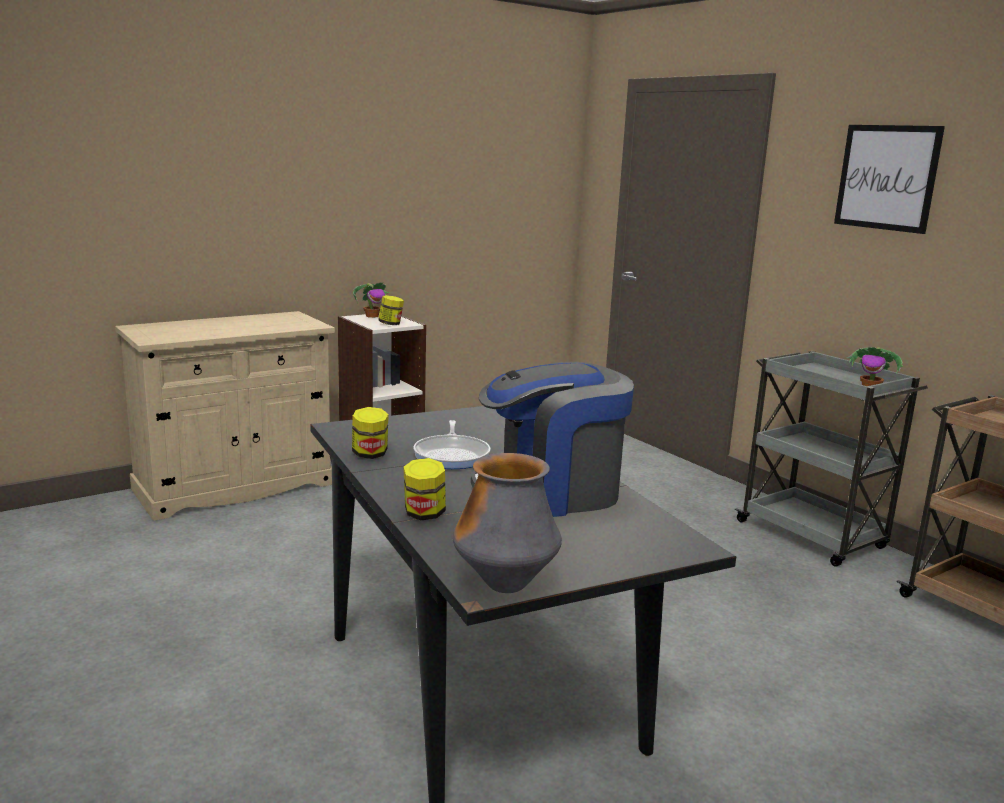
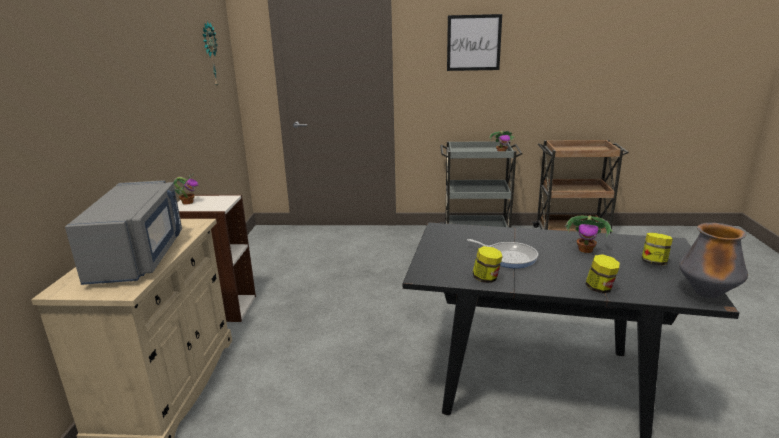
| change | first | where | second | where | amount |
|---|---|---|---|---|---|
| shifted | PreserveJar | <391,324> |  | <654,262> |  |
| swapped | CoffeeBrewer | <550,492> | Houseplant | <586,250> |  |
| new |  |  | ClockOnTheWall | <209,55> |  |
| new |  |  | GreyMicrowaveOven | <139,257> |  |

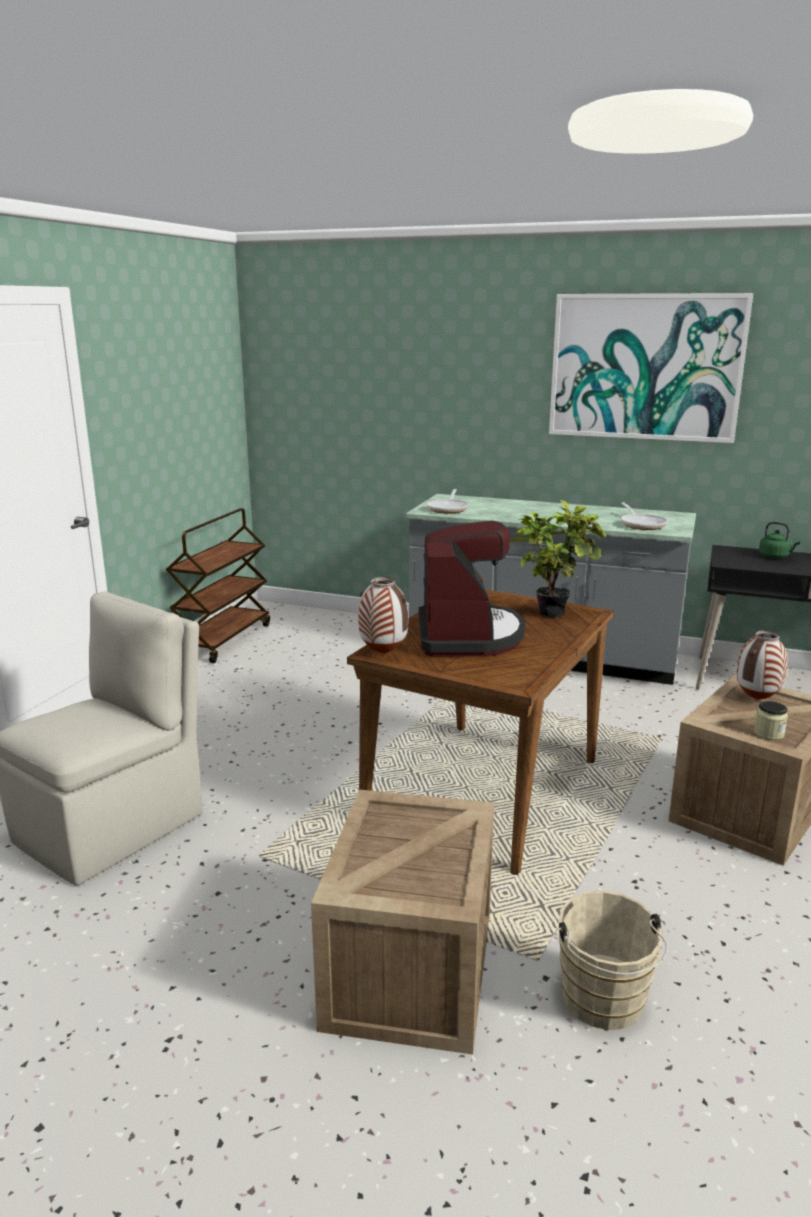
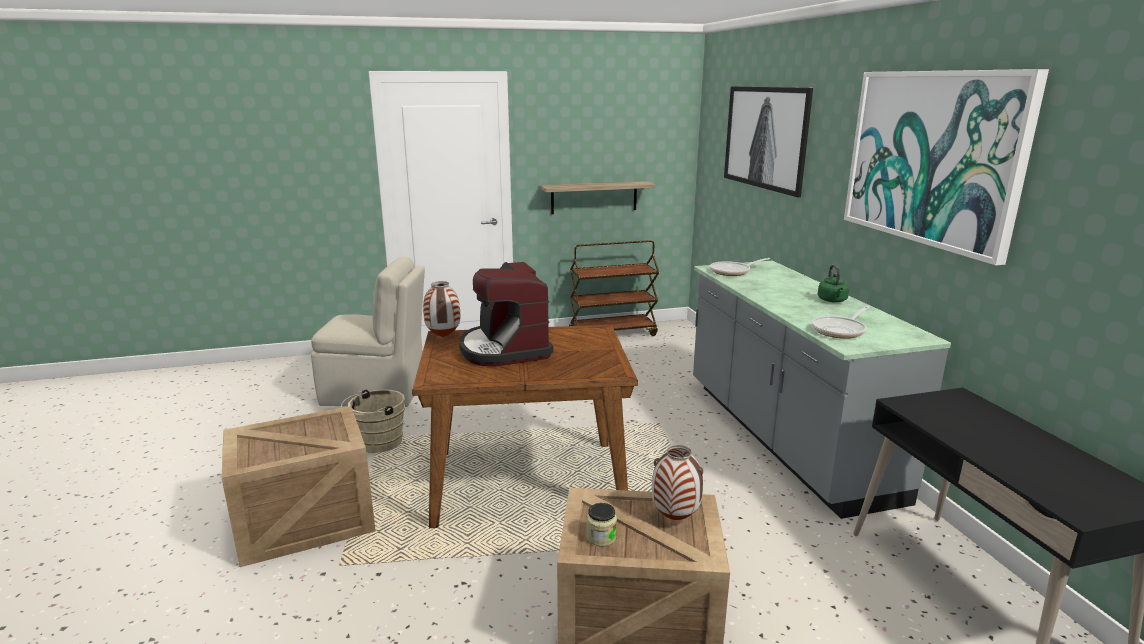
| change | first | where | second | where | amount |
|---|---|---|---|---|---|
| gone | Houseplant | <555,612> |  |  |  |
| rotated | CoffeeBrewer | <468,636> |  | <504,349> | 105 degrees clockwise |
| shifted | GreenishKettle | <775,557> |  | <832,301> |  |
| shifted | BeigeBucket | <604,1004> |  | <377,443> |  |
| new |  |  | Picture | <766,137> |  |
| new |  |  | Shelf | <594,197> |  |

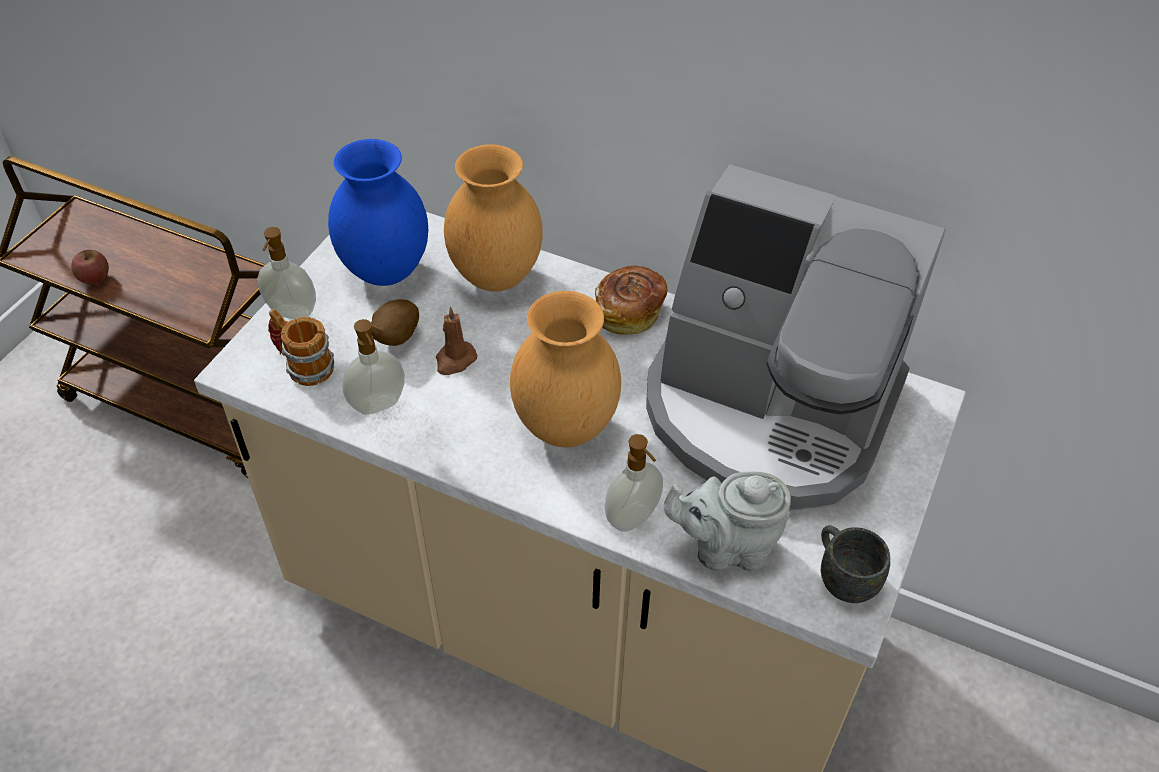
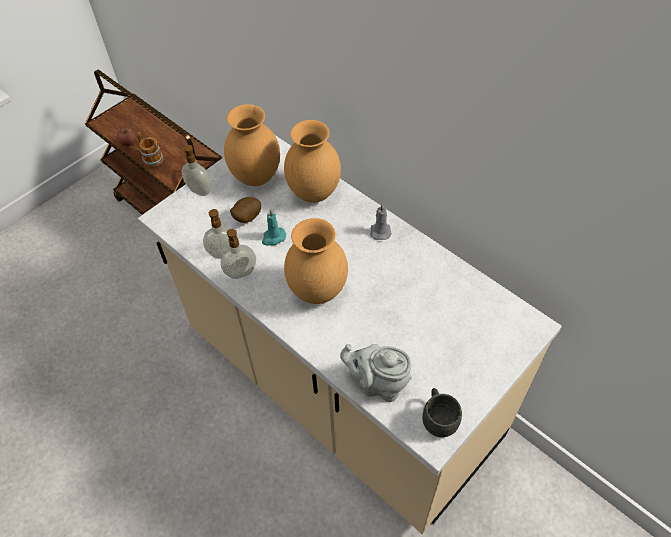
| change | first | where | second | where | amount |
|---|---|---|---|---|---|
| repainted | BlueColouredFlowerVase | <384,271> | BrownFlowerVase | <255,177> |  |
| gone | CoffeeBrewer | <768,410> |  |  |  |
| swapped | Bread | <629,312> | GreyWaxCandle | <380,231> |  |
| repainted | BrownWaxCandle | <454,360> | BlueGreenWaxCandle | <273,237> |  |
| shifted | TeaMug | <303,365> |  | <151,158> |  |
| shifted | SoapBottle | <633,518> |  | <241,273> |  |

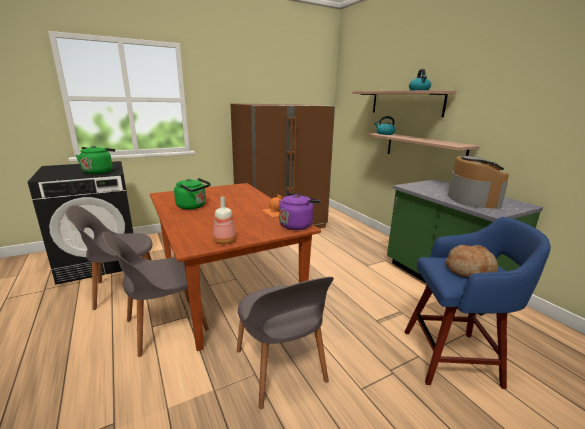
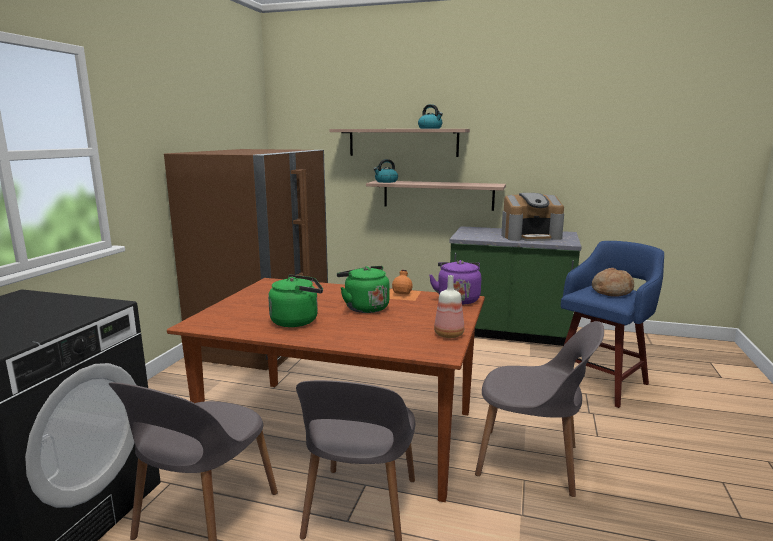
| change | first | where | second | where | amount |
|---|---|---|---|---|---|
| shifted | GreenishKettle | <99,172> |  | <364,307> |  |
| rotated | CoffeeBrewer | <471,199> |  | <530,236> | 120 degrees clockwise |

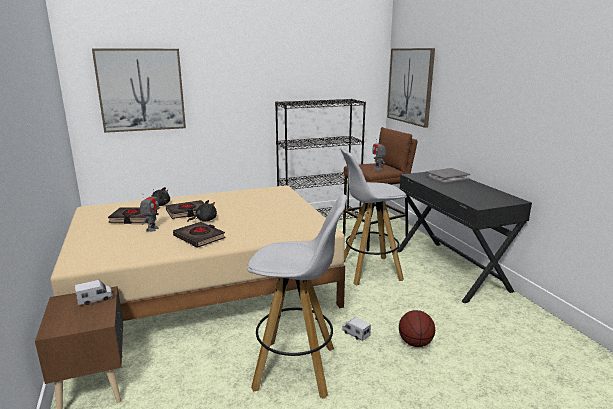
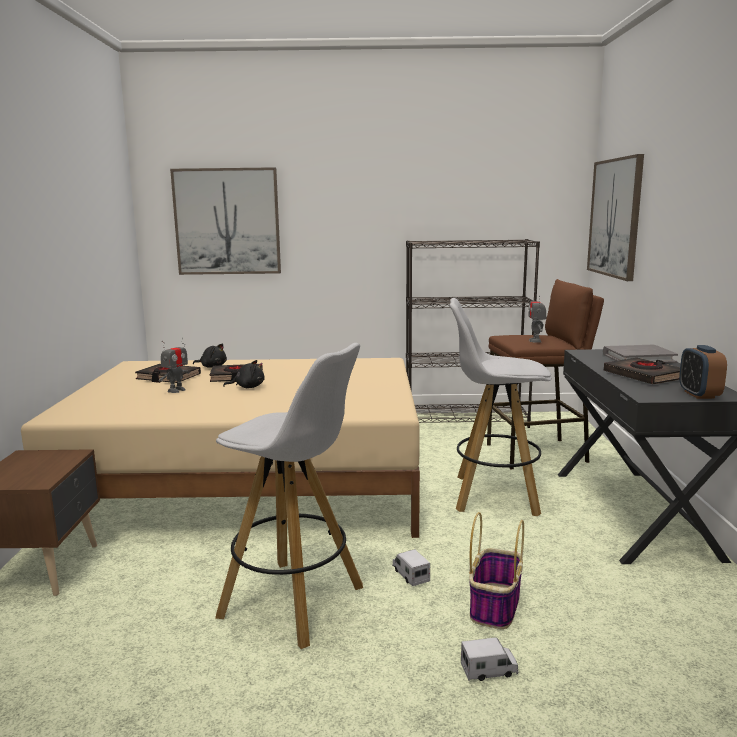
| change | first | where | second | where | amount |
|---|---|---|---|---|---|
| shifted | BlackBook | <199,237> |  | <644,376> |  |
| shifted | ToyTruck | <95,299> |  | <489,670> |  |
| swapped | BallForBasketball | <415,343> | StorageBasket | <495,605> |  |
| new |  |  | AlarmClock | <699,394> |  |

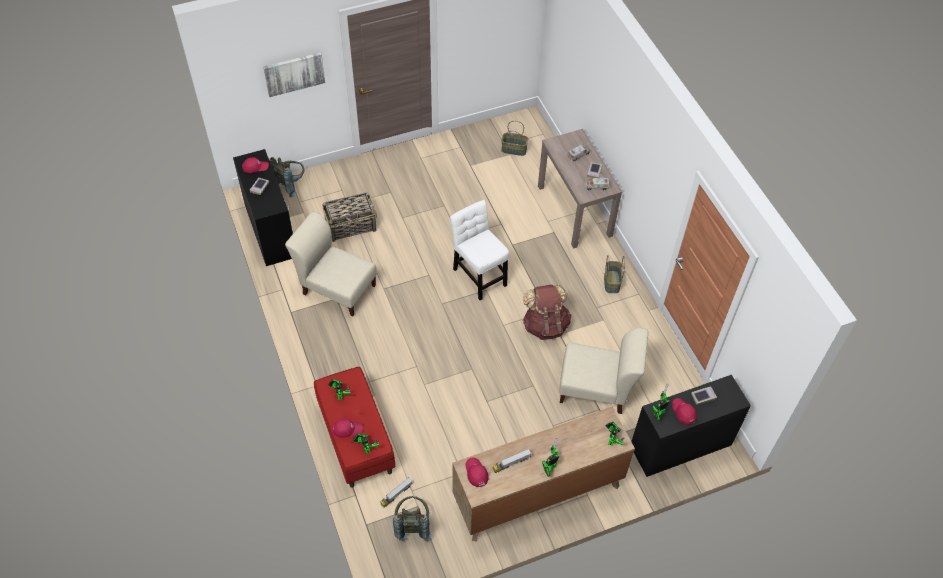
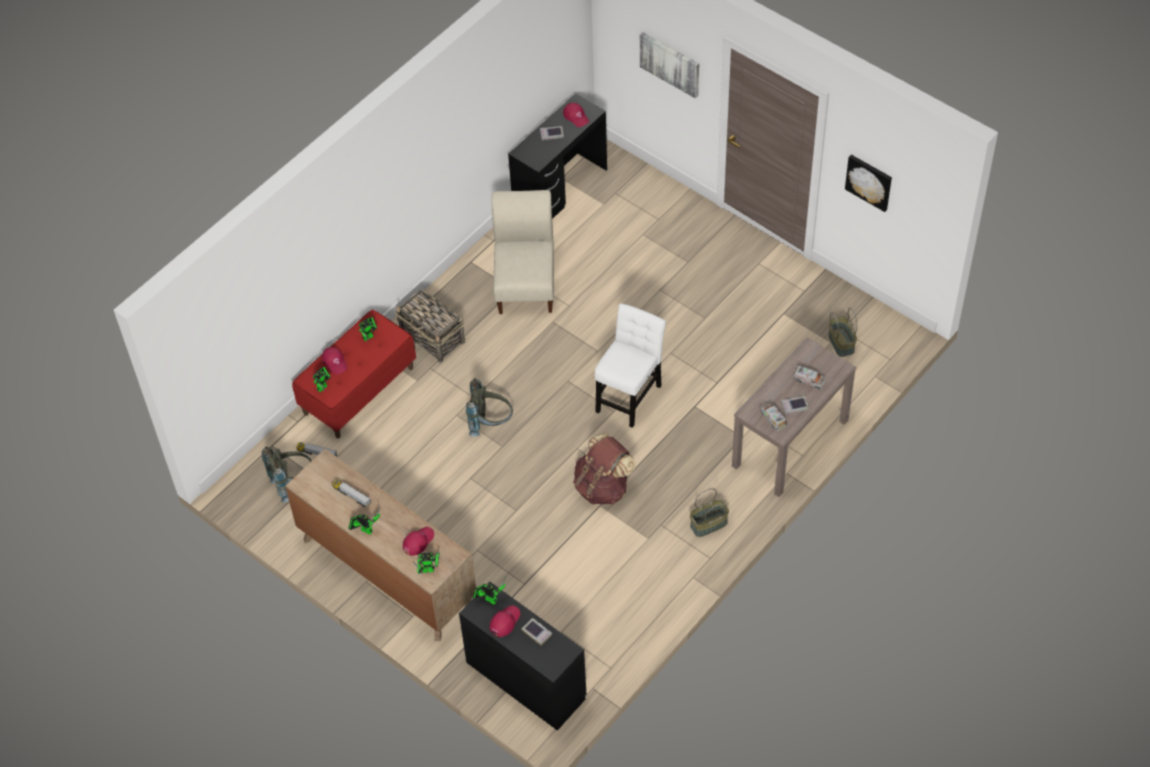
| change | first | where | second | where | amount |
|---|---|---|---|---|---|
| shifted | GreyBackpack | <290,184> |  | <490,423> |  |
| shifted | StorageBasket | <351,226> |  | <432,337> |  |
| gone | BeigeChair | <596,389> |  |  |  |
| shifted | ReddishPeakedCap | <476,473> |  | <418,541> |  |
| new |  |  | Picture | <869,181> |  |

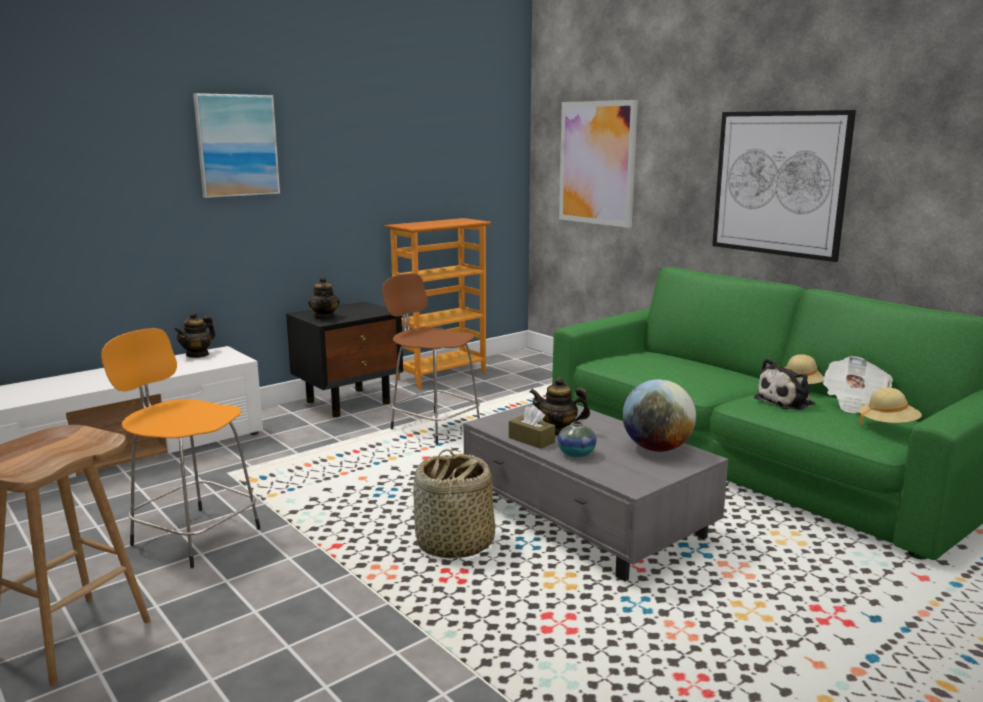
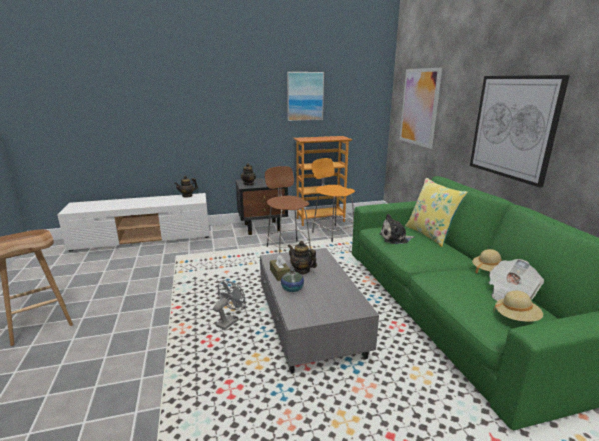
| change | first | where | second | where | amount |
|---|---|---|---|---|---|
| shifted | Picture | <237,145> |  | <305,96> |  |
| shifted | OrangeColouredSittingStool | <193,535> |  | <332,233> |  |
| shifted | CuddlyToy | <787,402> |  | <395,238> |  |
| gone | Globe | <657,448> |  |  |  |
| swapped | StorageBasket | <454,544> | GreyFan | <230,321> |  |
| new |  |  | YellowThrowPillow | <430,234> |  |

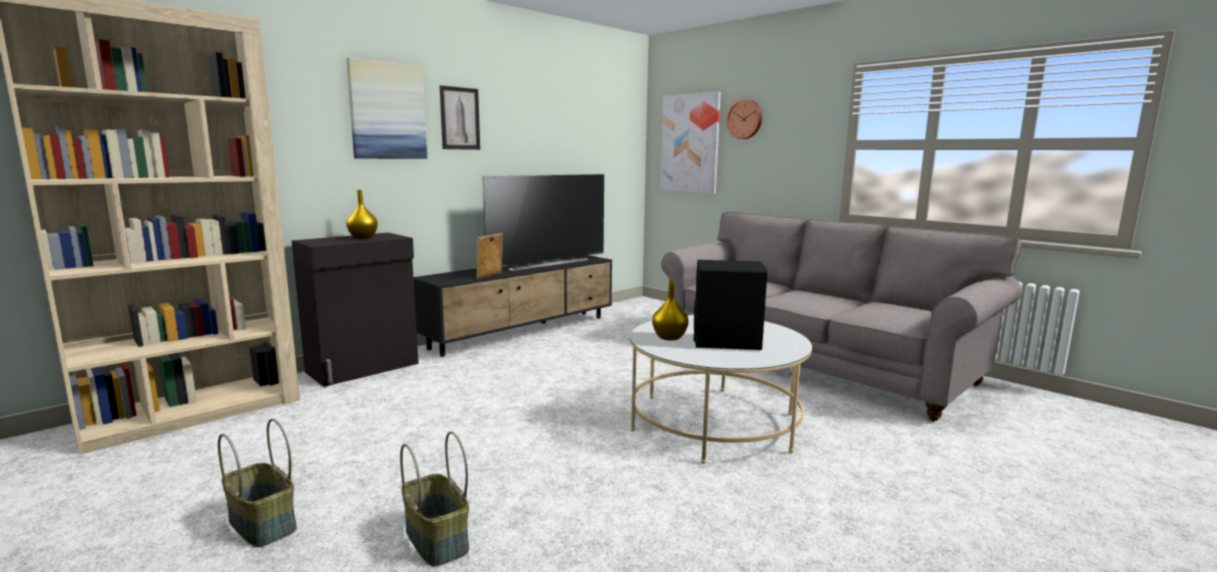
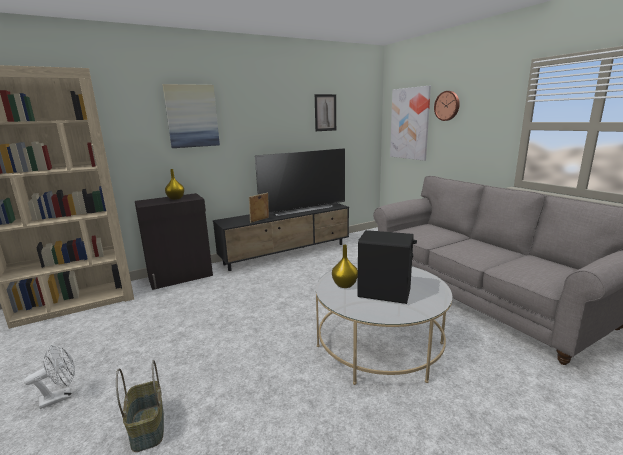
| change | first | where | second | where | amount |
|---|---|---|---|---|---|
| shifted | Picture | <460,118> |  | <325,112> |  |
| swapped | StorageBasket | <261,524> | WhiteColouredFan | <61,396> |  |

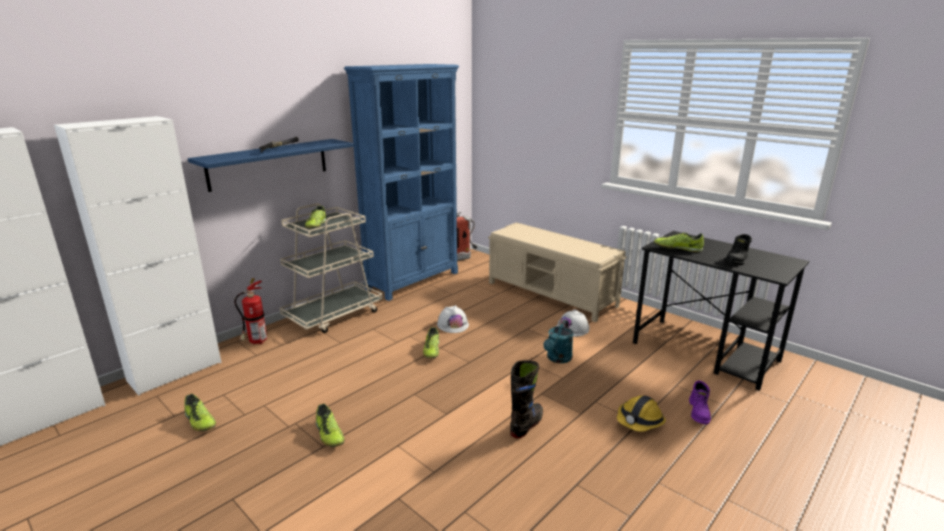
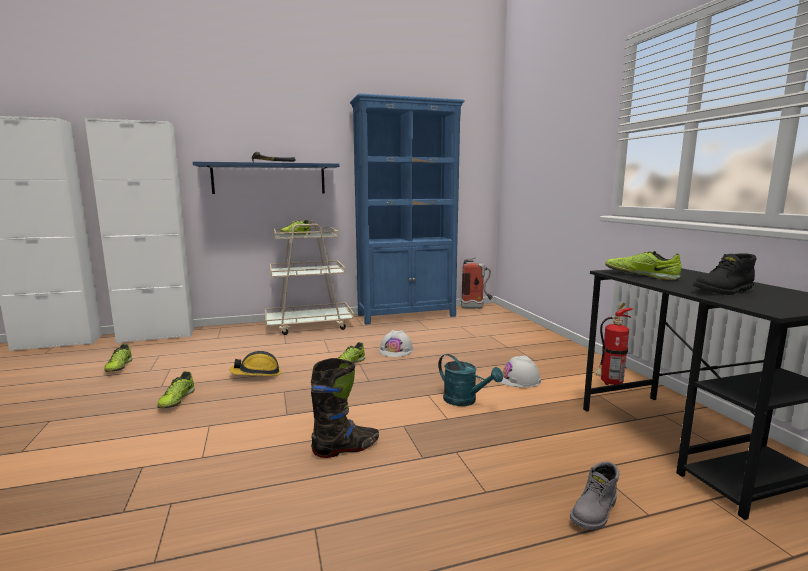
| change | first | where | second | where | amount |
|---|---|---|---|---|---|
| gone | BeigeBench | <552,294> |  |  |  |
| shifted | Extinguisher | <256,343> |  | <609,384> |  |
| rotated | BlueGreenWateringPot | <557,359> |  | <465,401> | 105 degrees counterclockwise |
| repainted | PurpleColouredHighTopBoot | <699,412> | GreyHighTopBoot | <595,512> |  |
| shifted | SafetyHelmet | <639,421> |  | <257,374> |  |

